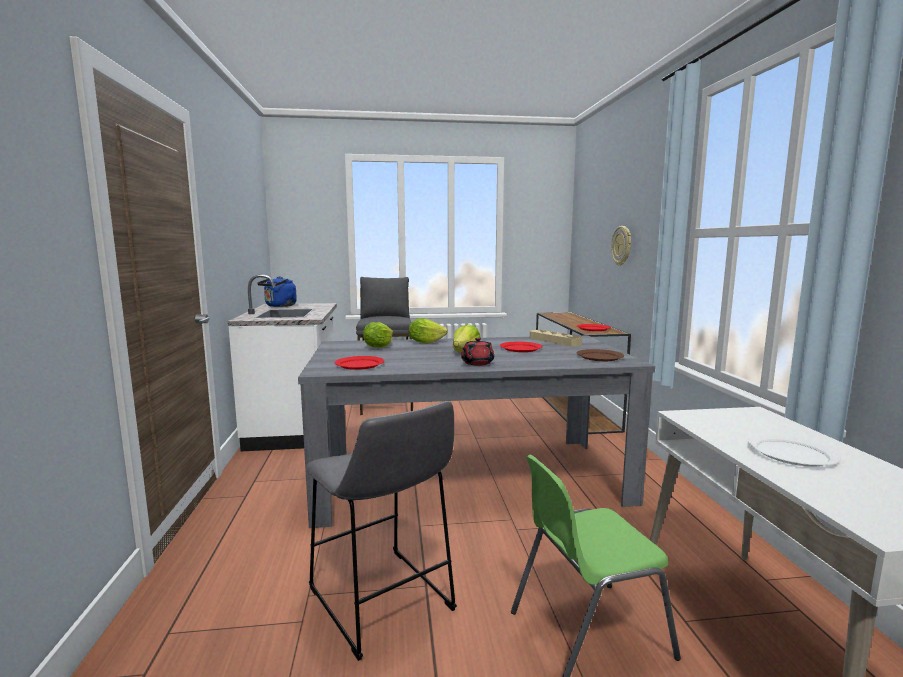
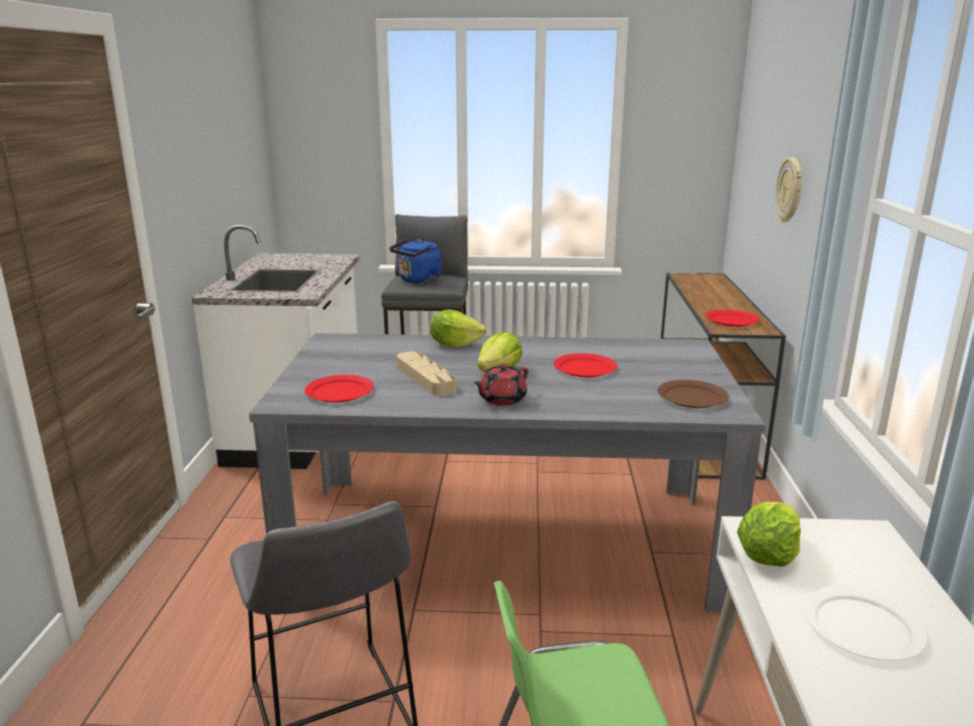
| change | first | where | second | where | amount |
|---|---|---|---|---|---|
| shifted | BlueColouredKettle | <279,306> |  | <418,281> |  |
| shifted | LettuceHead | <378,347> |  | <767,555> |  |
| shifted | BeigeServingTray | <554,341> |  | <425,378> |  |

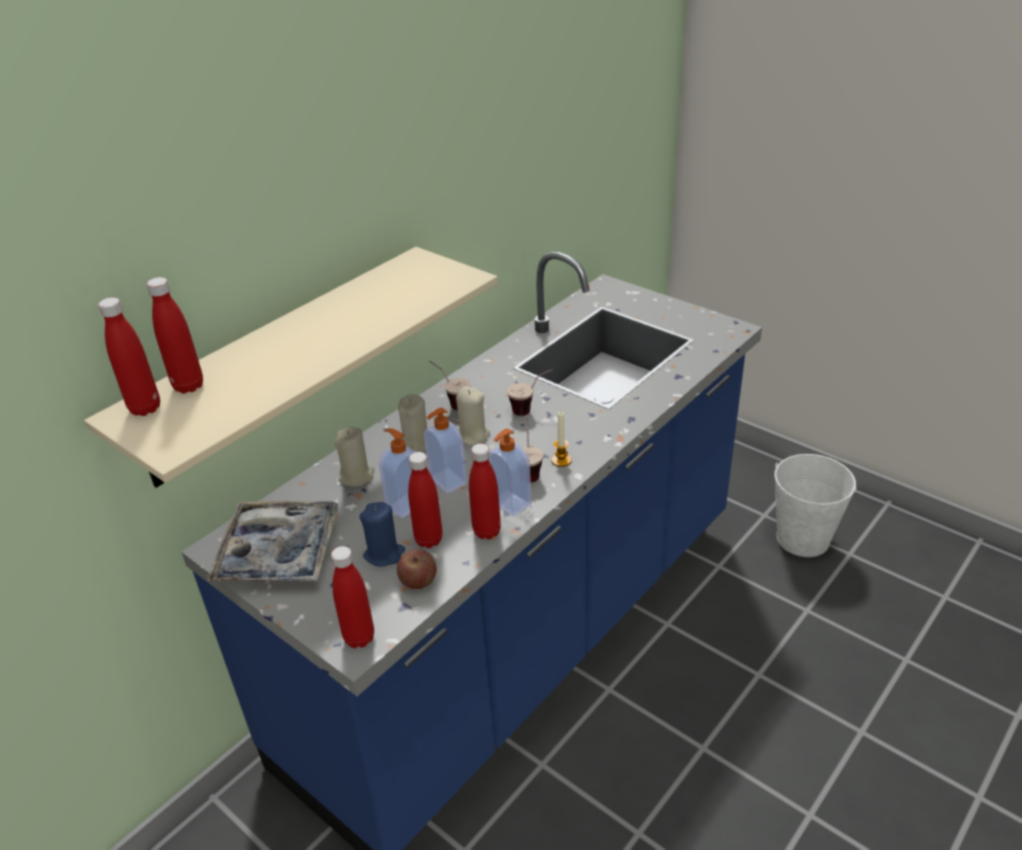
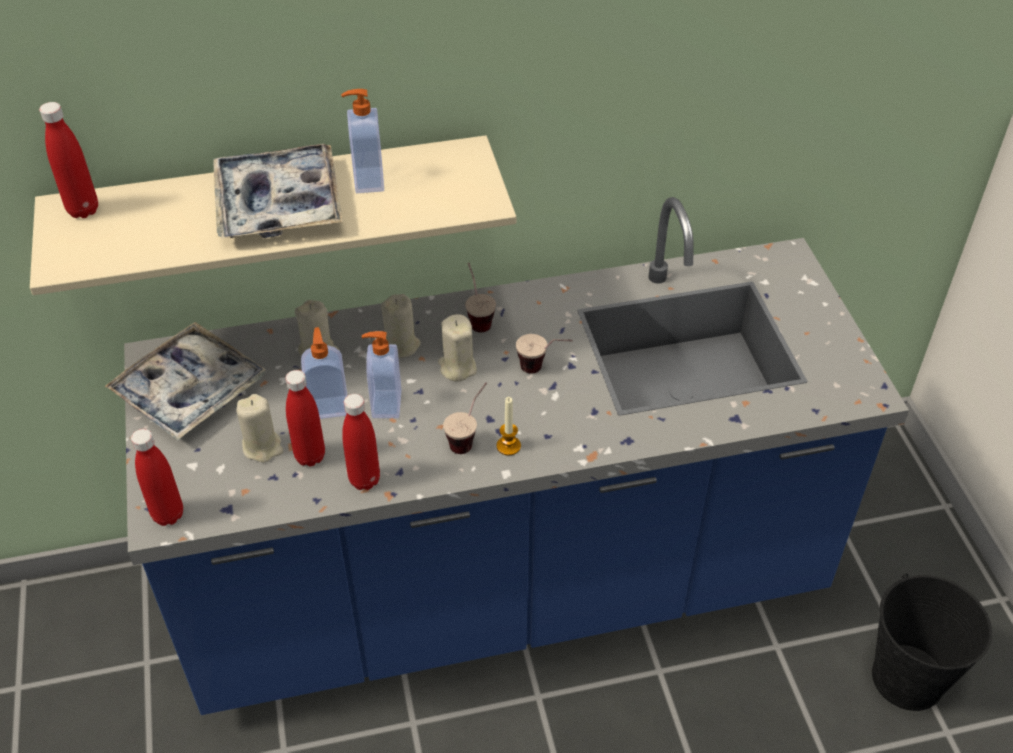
| change | first | where | second | where | amount |
|---|---|---|---|---|---|
| gone | ReddishDrinkBottle | <188,386> |  |  |  |
| shifted | SoapBottle | <509,504> |  | <367,181> |  |
| repainted | WhiteColouredBucket | <802,538> | BlackBucket | <908,678> |  |
| repainted | BlueColouredWaxCandle | <384,554> | BeigeWaxCandle | <262,447> |  |
| gone | AppleFruit | <418,581> |  |  |  |
| new |  |  | ServingTray | <278,204> |  |

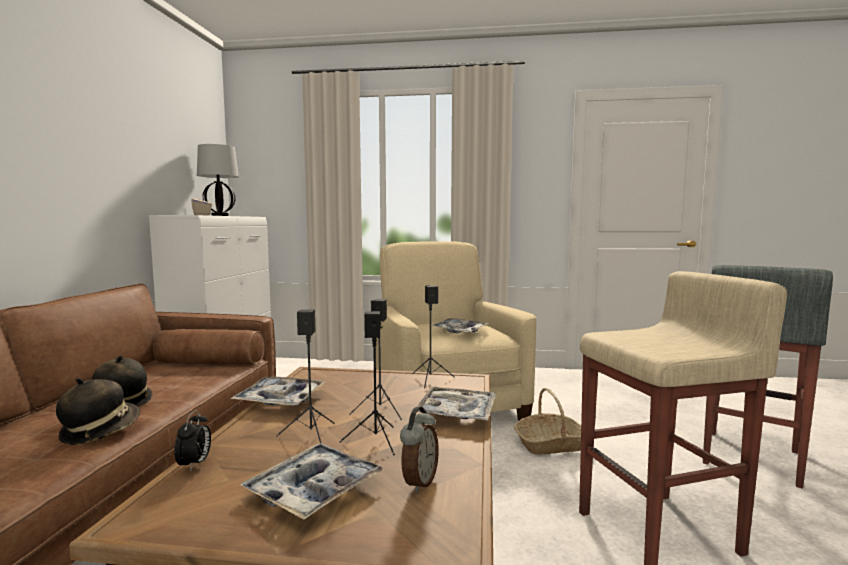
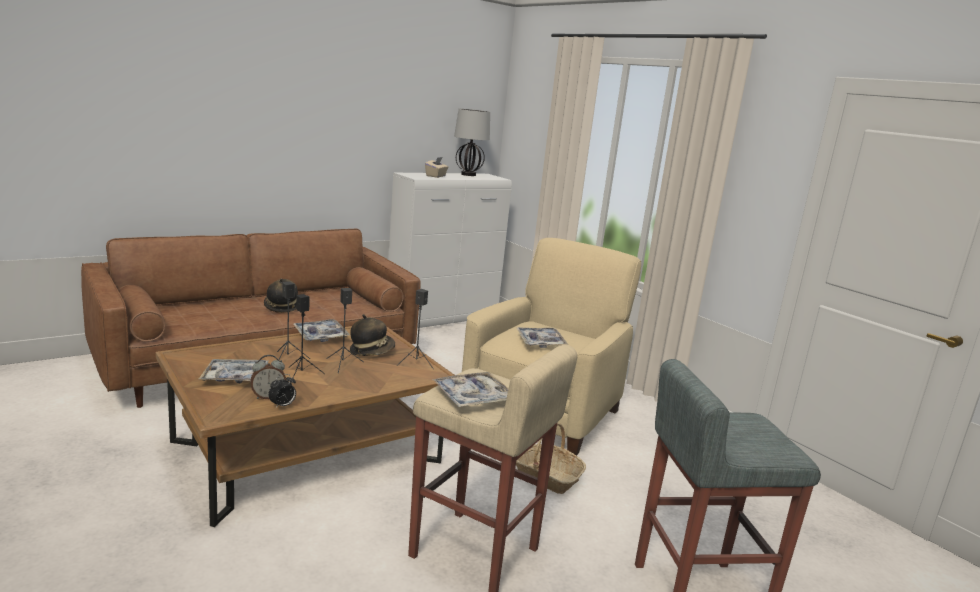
| change | first | where | second | where | amount |
|---|---|---|---|---|---|
| shifted | Hat | <100,431> |  | <371,351> |  |
| shifted | ServingTray | <457,412> |  | <473,397> |  |
| shifted | AlarmClock | <195,464> |  | <282,406> |  |

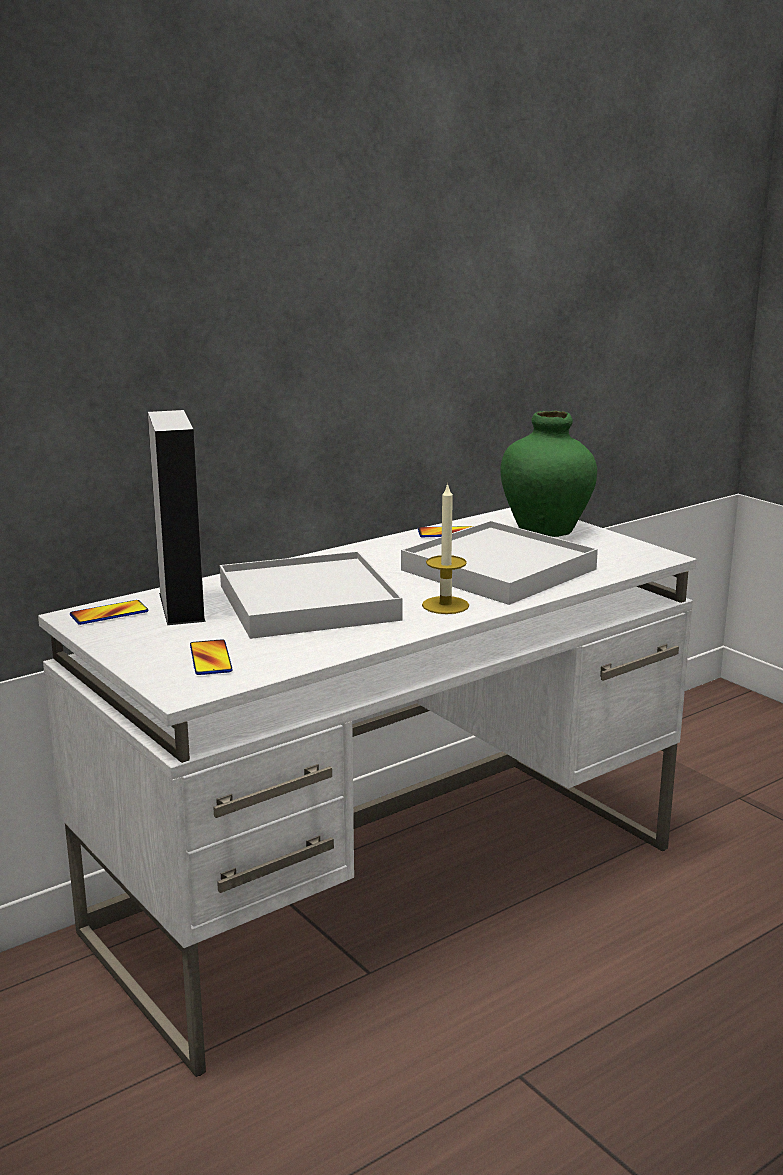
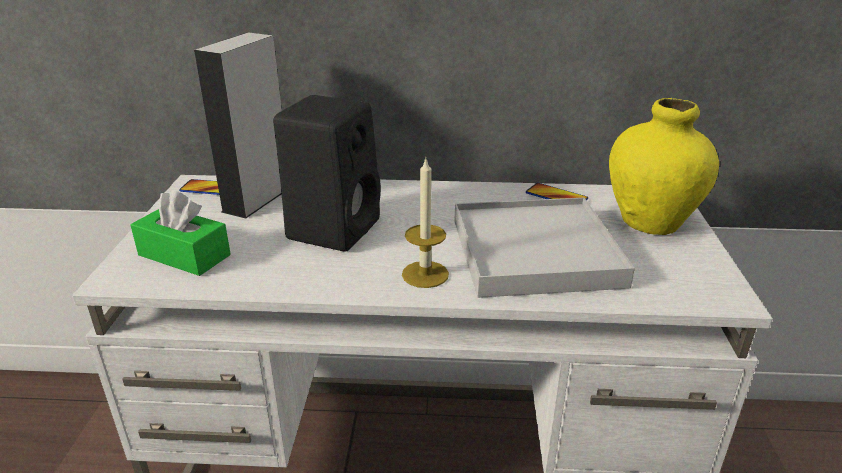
| change | first | where | second | where | amount |
|---|---|---|---|---|---|
| repainted | GreenishFlowerVase | <546,531> | YellowFlowerVase | <650,223> |  |
| swapped | WhiteColouredServingTray | <307,603> | BlackLoudspeaker | <334,228> |  |
| swapped | Telephone | <210,659> | GreenishTissueBox | <184,255> |  |

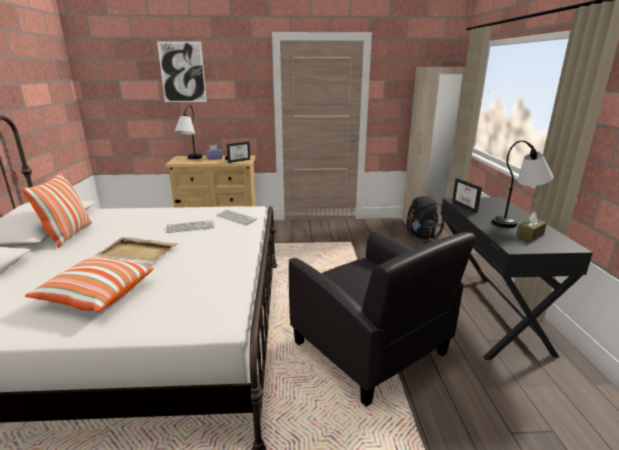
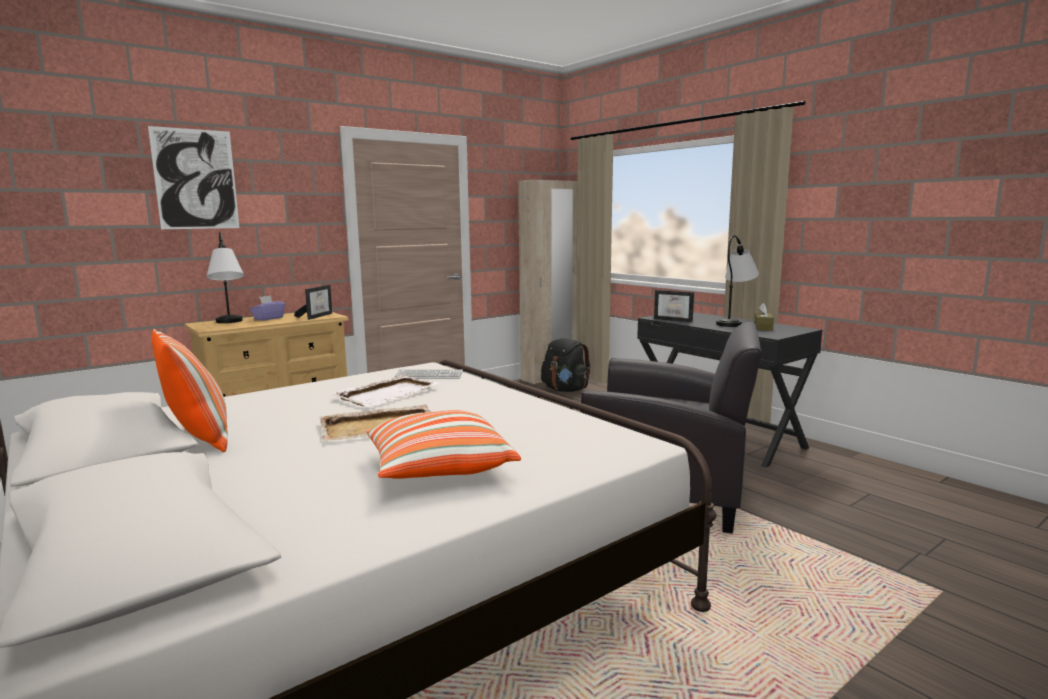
| change | first | where | second | where | amount |
|---|---|---|---|---|---|
| swapped | ComputerKeyboard | <190,227> | WhiteColouredServingTray | <388,393> |  |

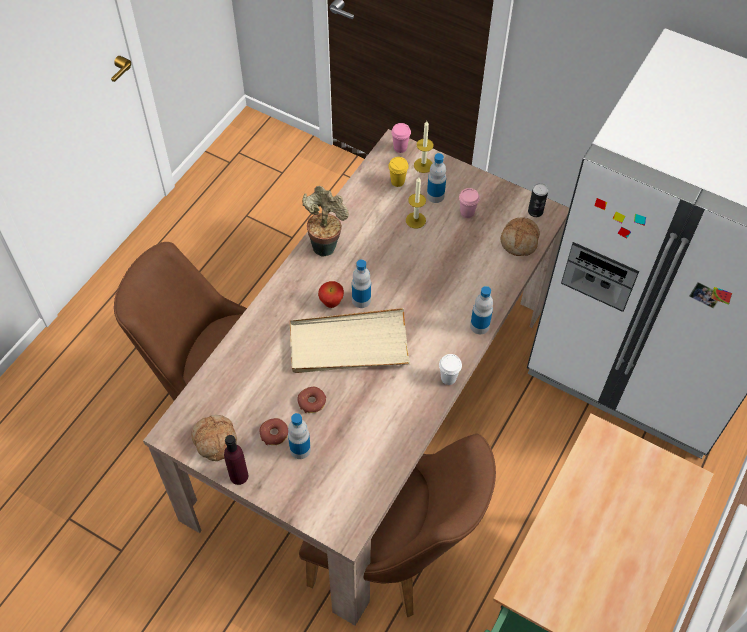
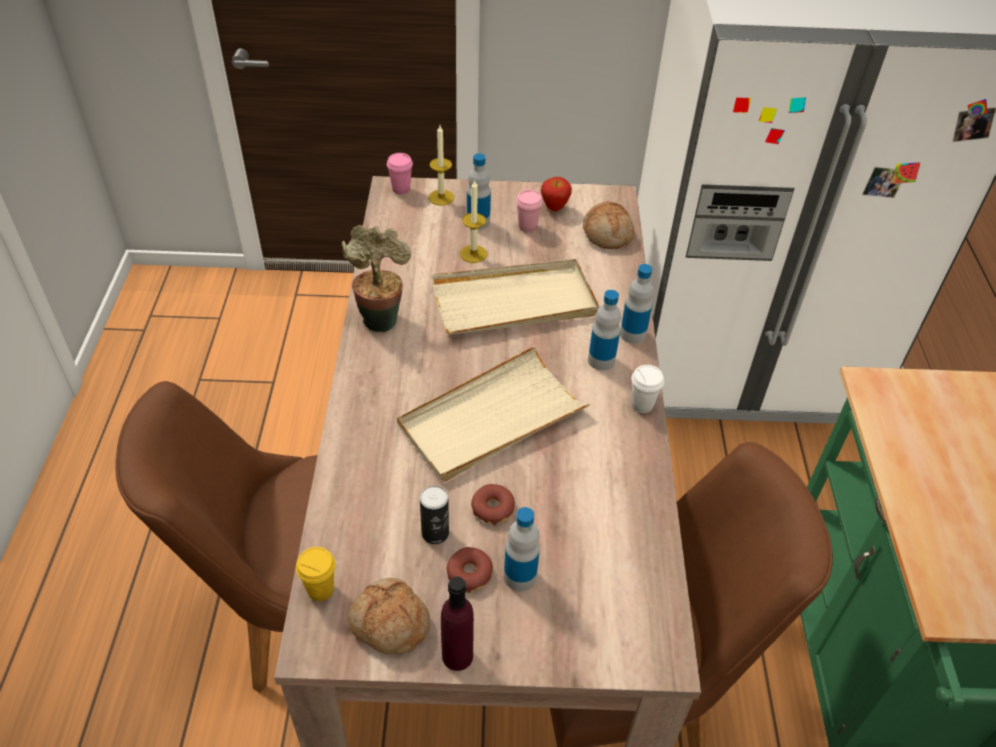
| change | first | where | second | where | amount |
|---|---|---|---|---|---|
| shifted | YellowSmallCup | <397,181> |  | <320,589> |  |
| shifted | SealedCan | <535,211> |  | <435,533> |  |
| shifted | DrinkBottle | <361,300> |  | <601,360> |  |
| shifted | AppleFruit | <331,303> |  | <554,208> |  |
| new |  |  | BeigeServingTray | <514,302> |  |

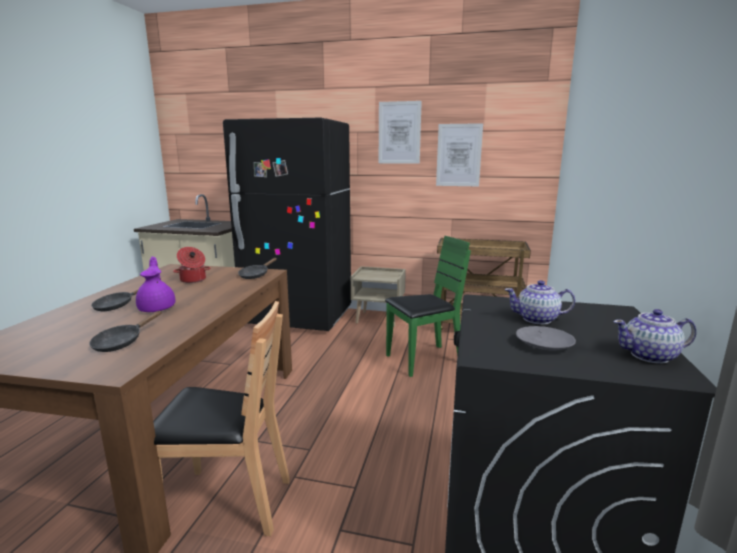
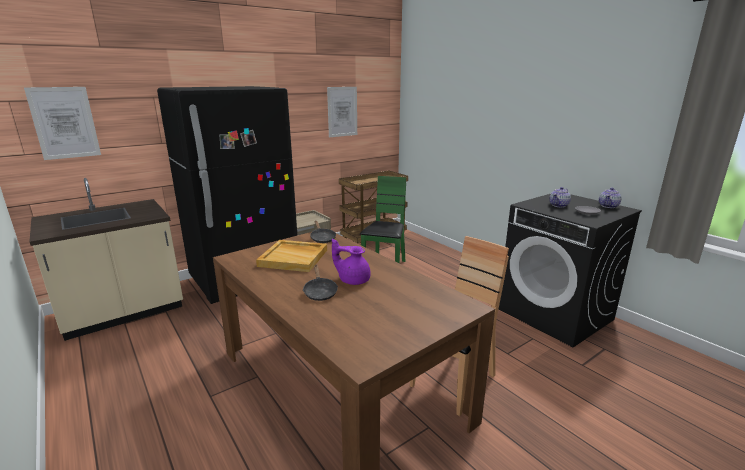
| change | first | where | second | where | amount |
|---|---|---|---|---|---|
| shifted | Picture | <399,133> |  | <64,123> |  |
| swapped | Stockpot | <193,280> | BeigeServingTray | <294,258> |  |
| gone | BlackFryingPan | <121,342> |  |  |  |

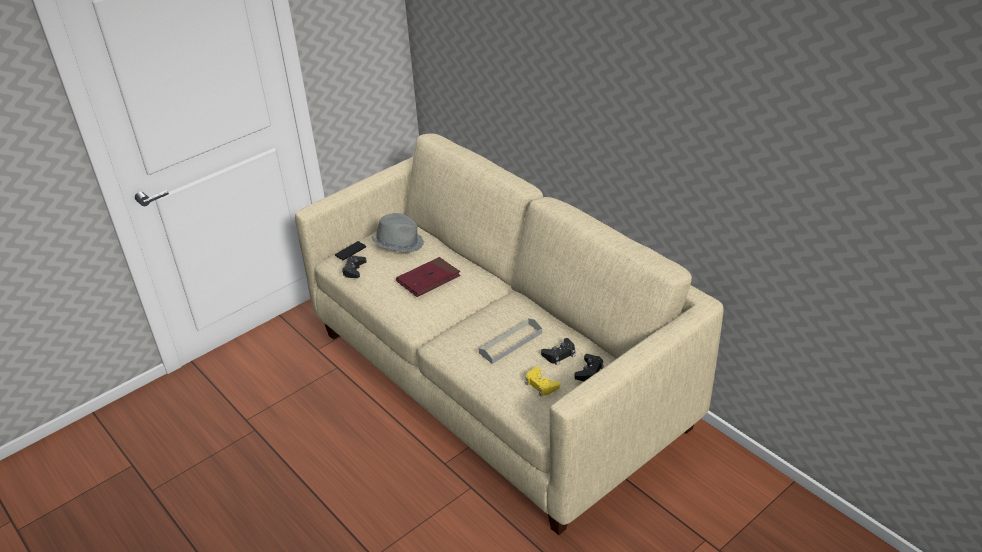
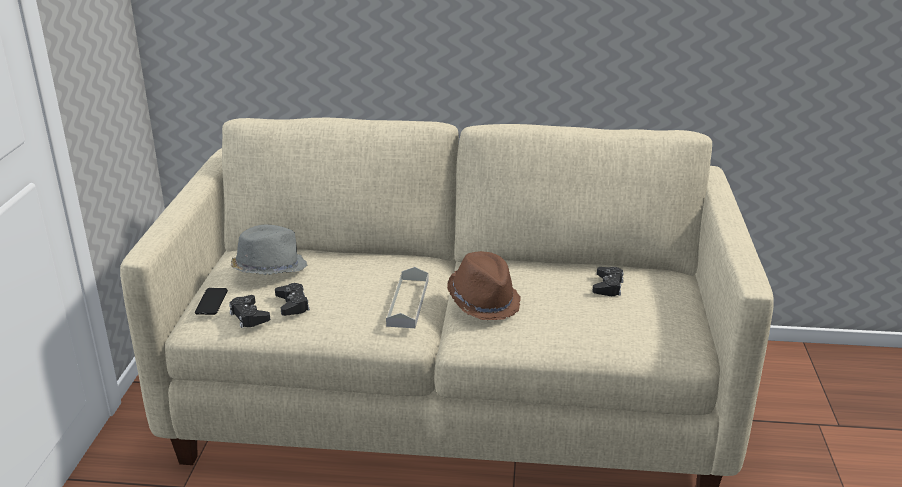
| change | first | where | second | where | amount |
|---|---|---|---|---|---|
| gone | ReddishBook | <428,279> |  |  |  |
| shifted | GreyServingTray | <510,343> |  | <408,302> |  |
| shifted | BlackGamepad | <589,372> |  | <292,304> |  |
| gone | YellowGamepad | <541,384> |  |  |  |
| new |  |  | BrownHat | <484,301> |  |

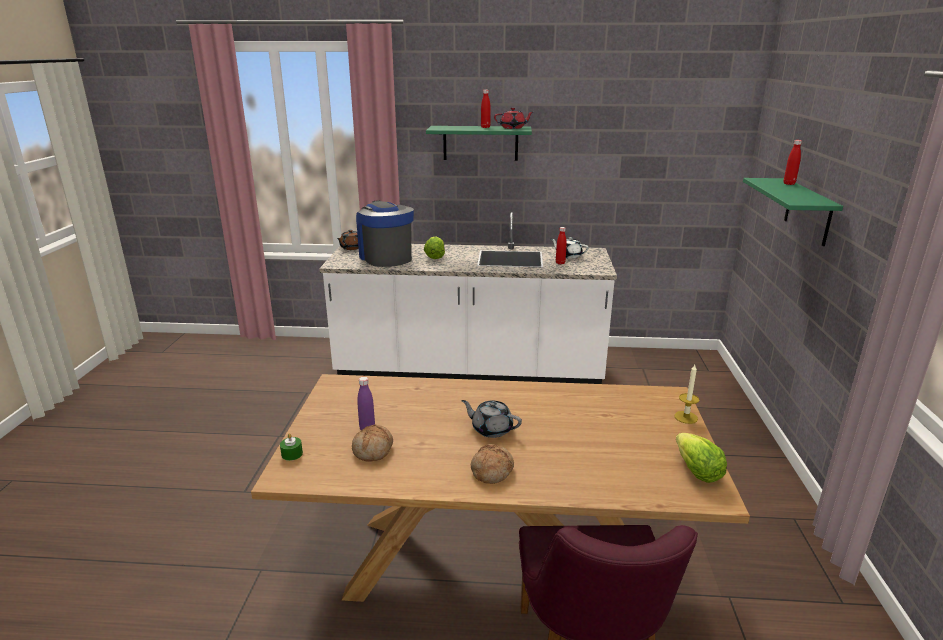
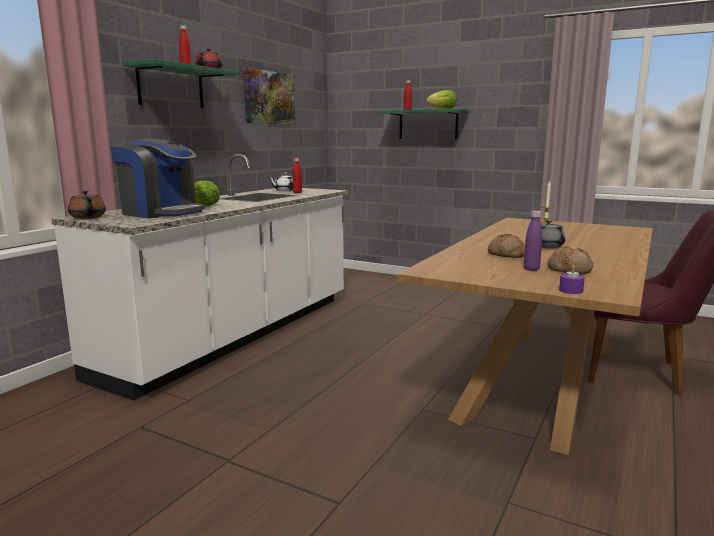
| change | first | where | second | where | amount |
|---|---|---|---|---|---|
| rotated | CoffeeBrewer | <385,257> |  | <161,213> | 150 degrees counterclockwise |
| repainted | GreenishWaxCandle | <292,454> | PurpleColouredWaxCandle | <571,290> |  |
| shifted | LettuceHead | <697,472> |  | <443,109> |  |
| shifted | Bread | <491,470> |  | <506,255> |  |
| new |  |  | Picture | <269,98> |  |

